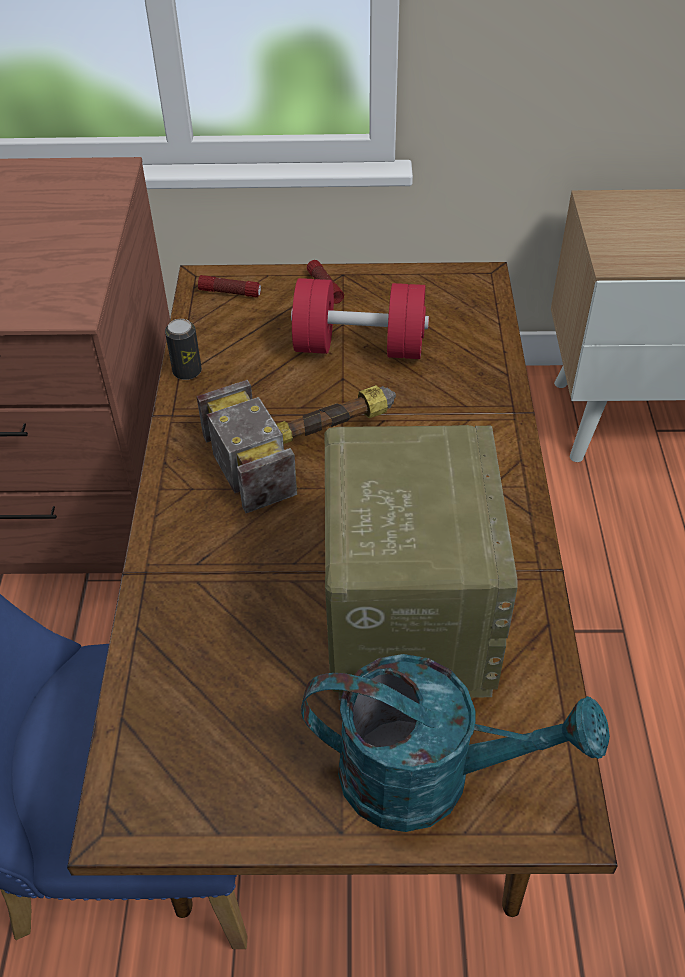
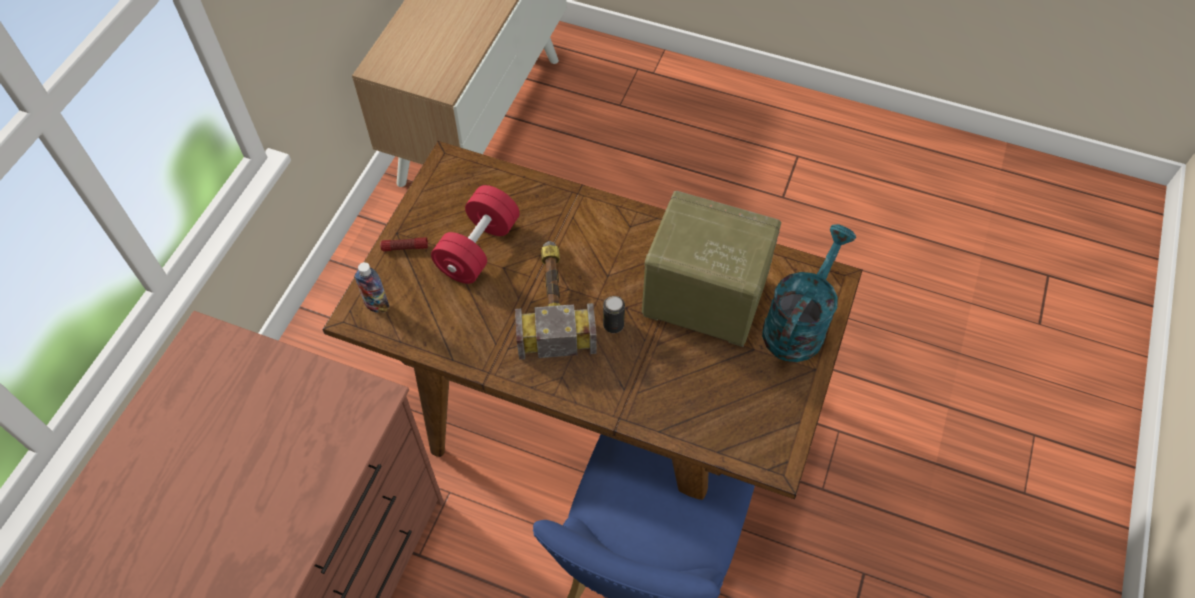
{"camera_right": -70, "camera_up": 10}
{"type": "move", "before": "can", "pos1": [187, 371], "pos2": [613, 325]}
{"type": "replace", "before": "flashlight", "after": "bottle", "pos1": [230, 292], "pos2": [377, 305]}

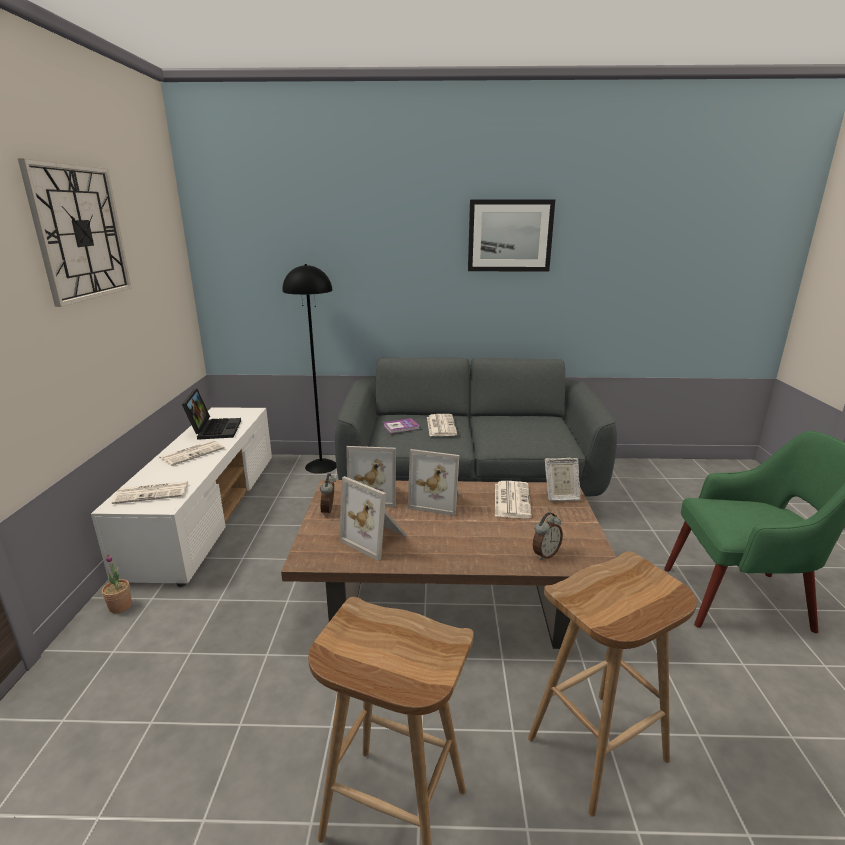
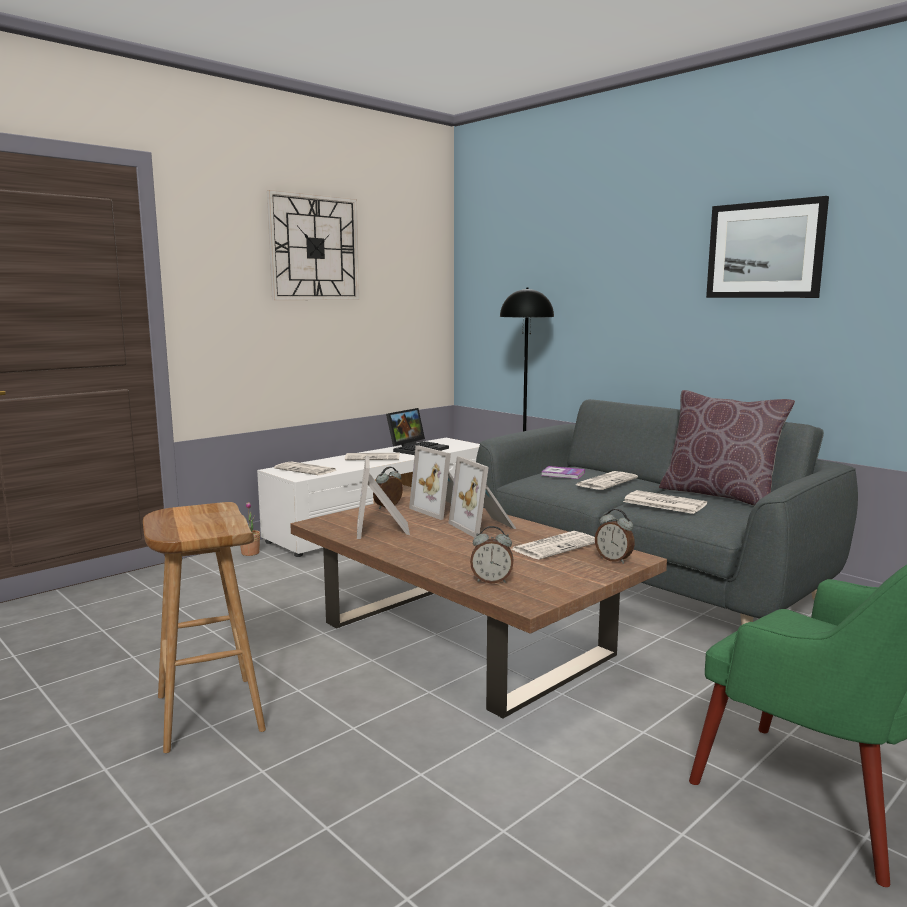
{"camera_right": 45, "camera_up": -10}
{"type": "delete", "before": "brown_stool", "pos1": [597, 751]}
{"type": "replace", "before": "picture_frame", "after": "alarm_clock", "pos1": [560, 497], "pos2": [614, 559]}
{"type": "insert", "after": "newspaper", "pos2": [663, 503]}
{"type": "insert", "after": "brown_pillow", "pos2": [719, 495]}

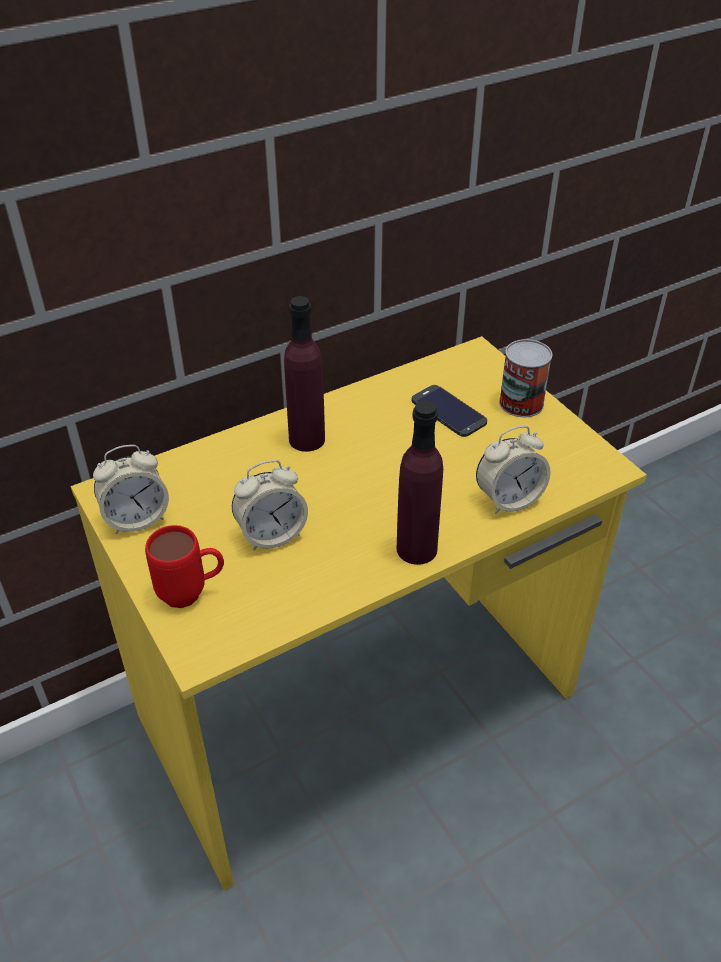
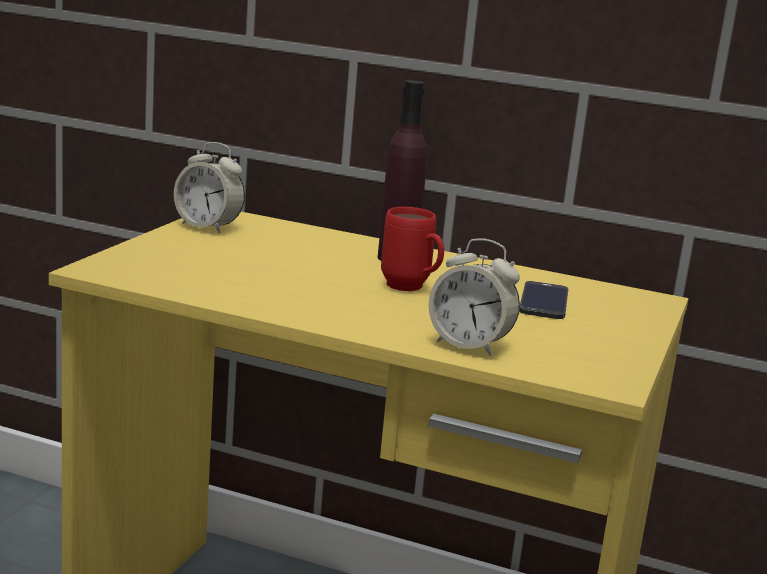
{"camera_right": 50, "camera_up": -25}
{"type": "move", "before": "red_mug", "pos1": [192, 594], "pos2": [411, 289]}
{"type": "delete", "before": "alarm_clock", "pos1": [271, 534]}
{"type": "delete", "before": "purple_bottle", "pos1": [416, 549]}
{"type": "delete", "before": "can", "pos1": [521, 403]}

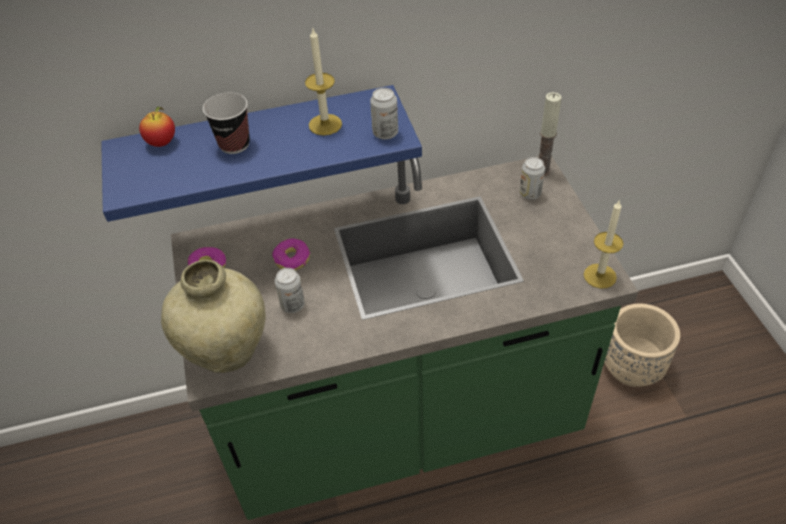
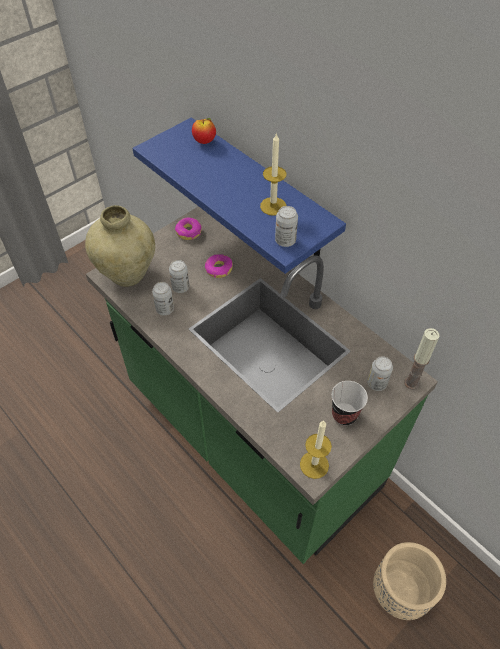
{"camera_right": 60, "camera_up": 5}
{"type": "move", "before": "cup", "pos1": [234, 144], "pos2": [344, 415]}
{"type": "insert", "after": "can", "pos2": [165, 309]}

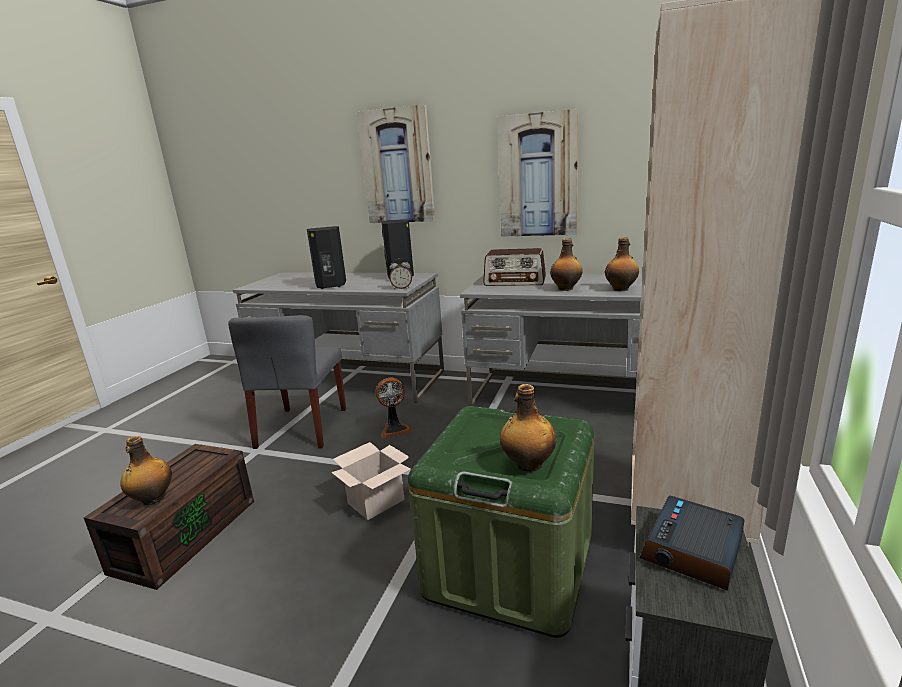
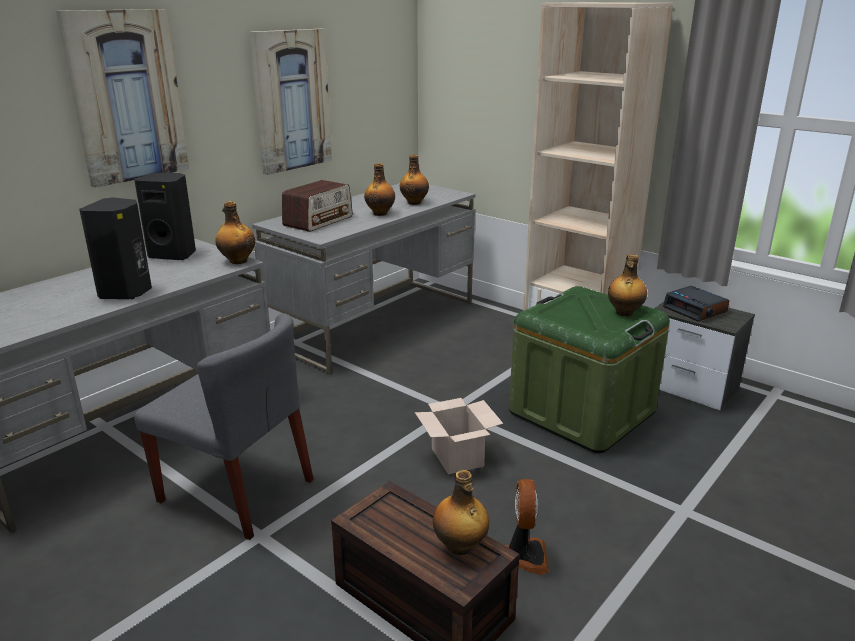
{"camera_right": -70, "camera_up": 5}
{"type": "move", "before": "fan", "pos1": [395, 429], "pos2": [525, 556]}
{"type": "replace", "before": "alarm_clock", "after": "bottle", "pos1": [402, 288], "pos2": [237, 261]}

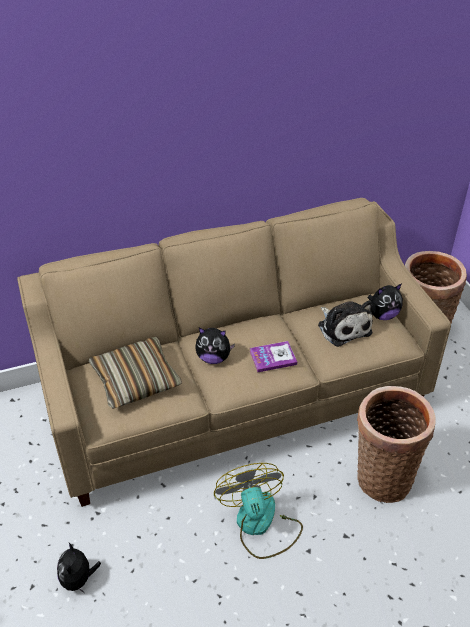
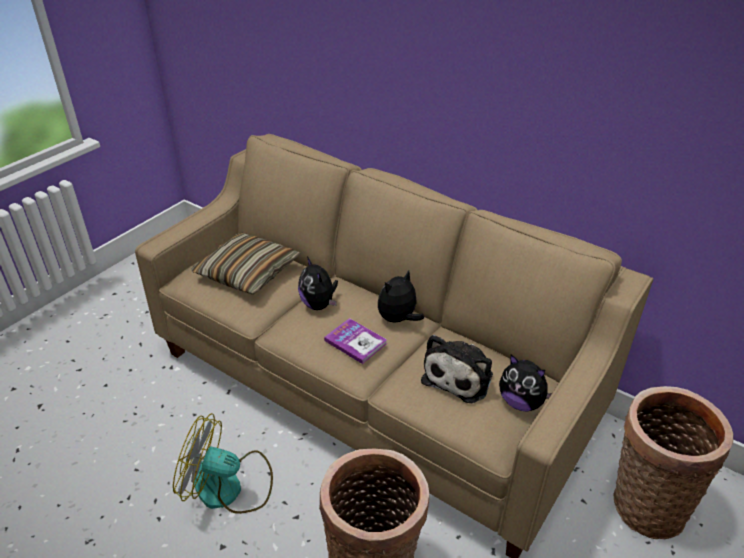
{"camera_right": 55, "camera_up": -5}
{"type": "move", "before": "plush_toy", "pos1": [78, 579], "pos2": [398, 319]}
{"type": "rotate", "before": "fan", "pos1": [260, 525], "pos2": [229, 487], "turn": -120}

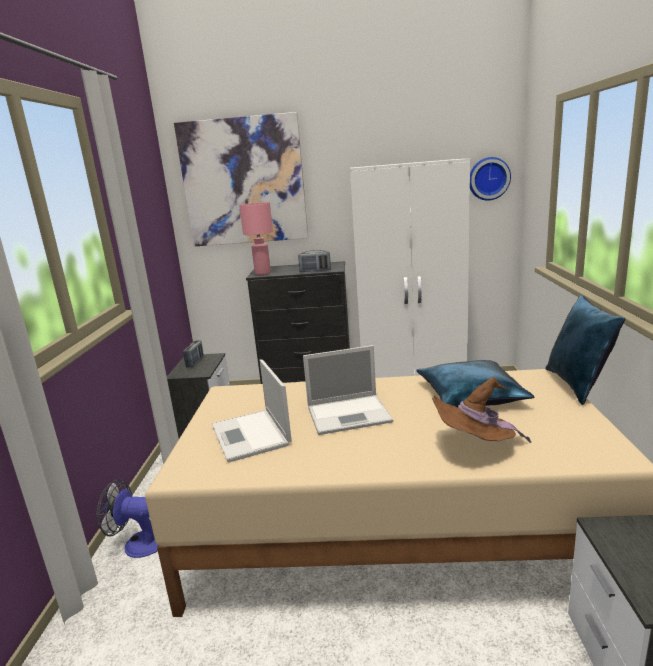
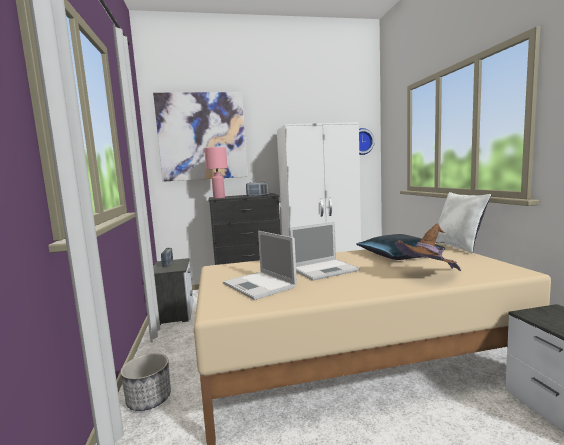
{"camera_right": -15, "camera_up": -10}
{"type": "replace", "before": "fan", "after": "planter", "pos1": [138, 543], "pos2": [149, 399]}
{"type": "recolor", "before": "blue_pillow", "after": "white_pillow", "pos1": [578, 385], "pos2": [459, 247]}

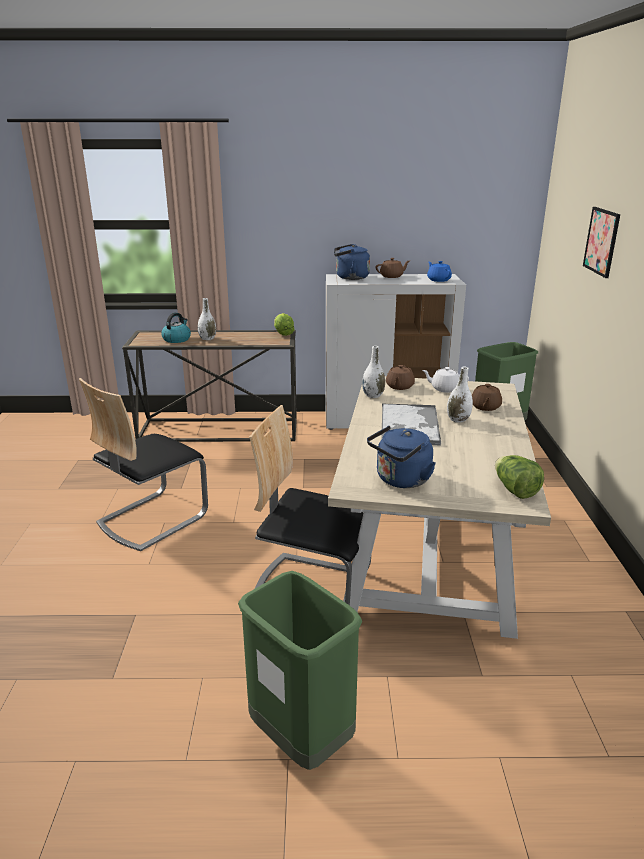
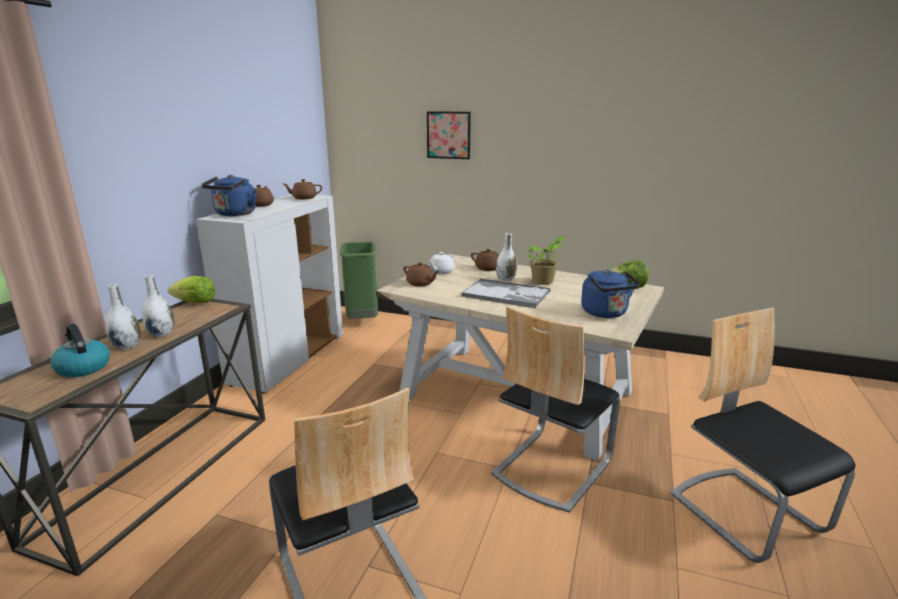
{"camera_right": -70, "camera_up": -5}
{"type": "replace", "before": "green_trash_can", "after": "chair", "pos1": [302, 740], "pos2": [746, 513]}
{"type": "move", "before": "white_vase", "pos1": [373, 395], "pos2": [161, 334]}
{"type": "recolor", "before": "blue_teapot", "after": "brown_teapot", "pos1": [438, 280], "pos2": [304, 198]}
{"type": "insert", "after": "potted_plant", "pos2": [543, 282]}

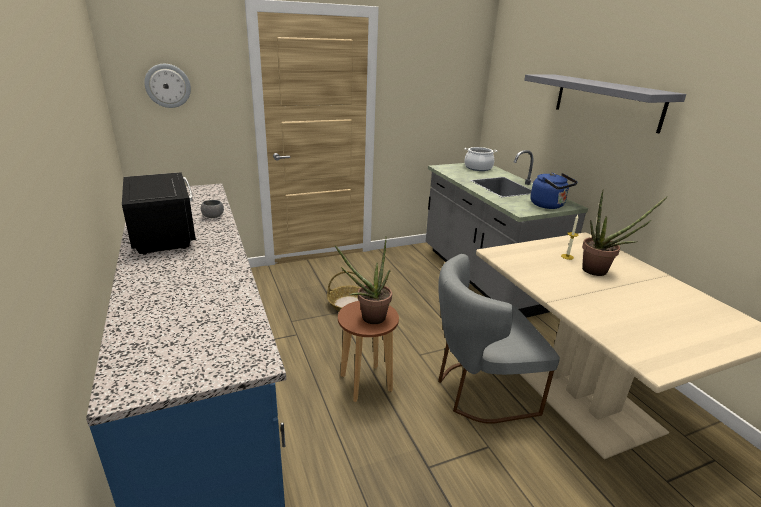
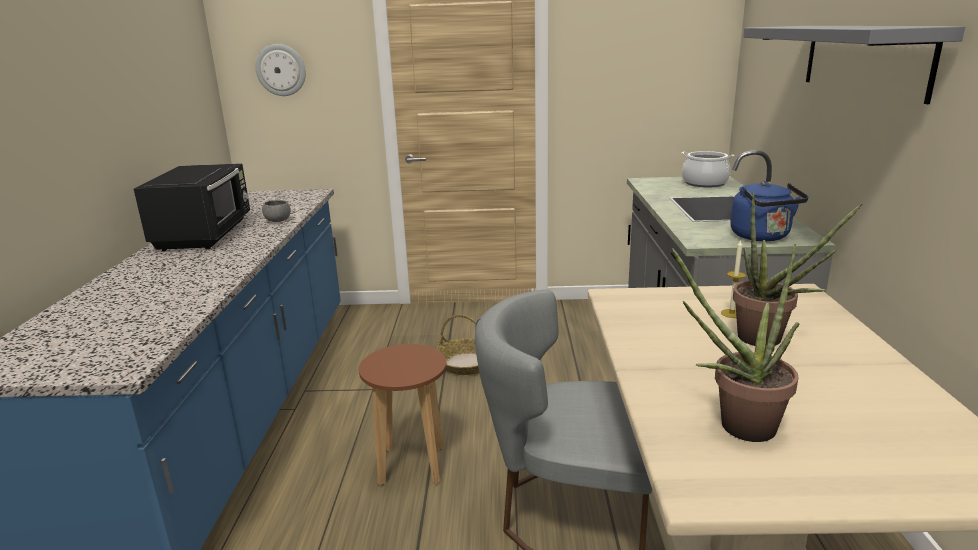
{"camera_right": 25, "camera_up": -5}
{"type": "move", "before": "potted_plant", "pos1": [368, 318], "pos2": [736, 427]}

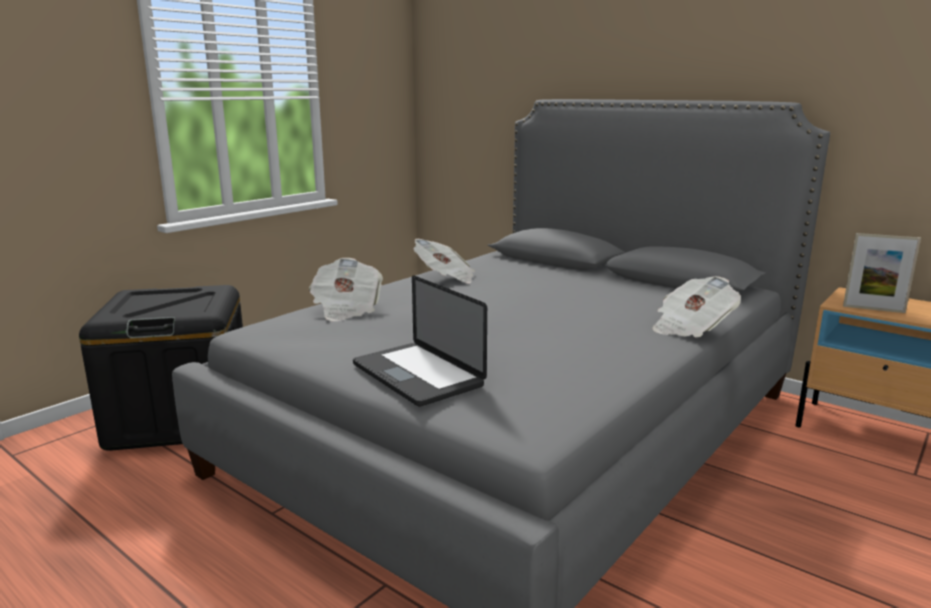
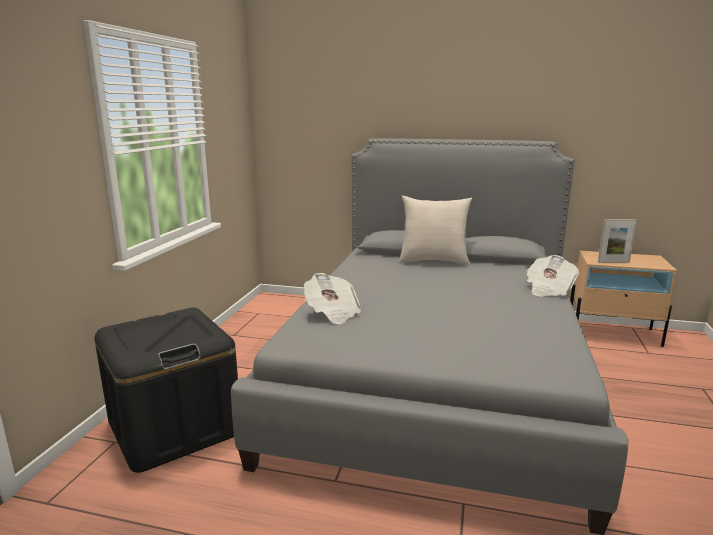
{"camera_right": -25, "camera_up": 0}
{"type": "delete", "before": "laptop", "pos1": [417, 375]}
{"type": "delete", "before": "newspaper", "pos1": [445, 277]}
{"type": "insert", "after": "beige_pillow", "pos2": [433, 261]}

